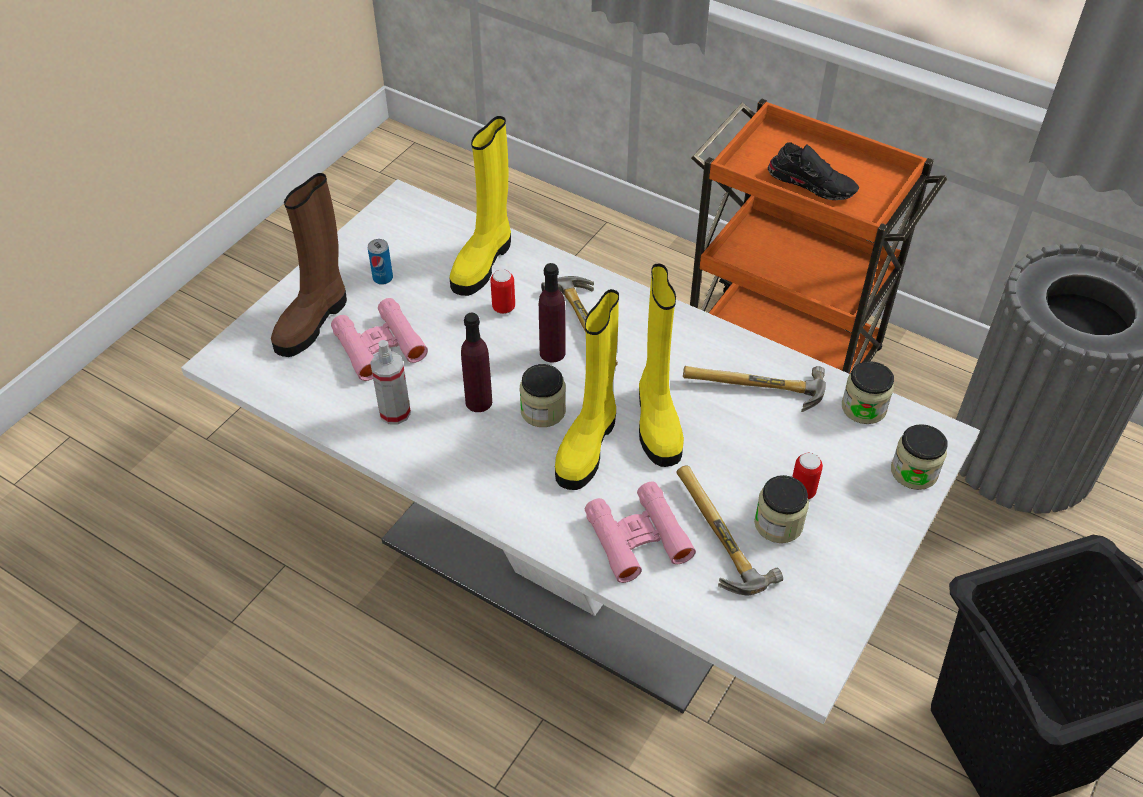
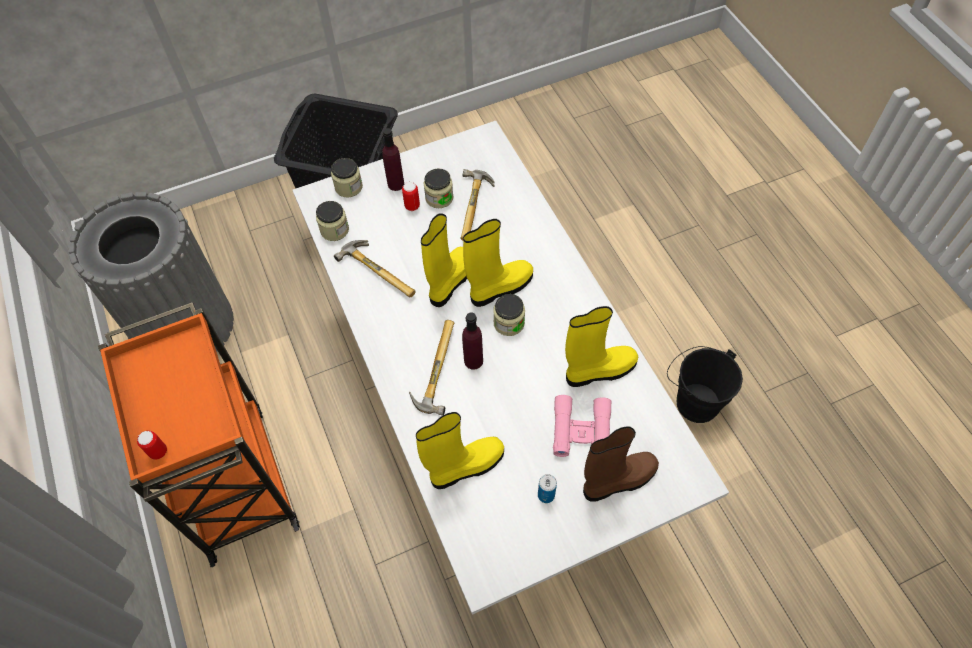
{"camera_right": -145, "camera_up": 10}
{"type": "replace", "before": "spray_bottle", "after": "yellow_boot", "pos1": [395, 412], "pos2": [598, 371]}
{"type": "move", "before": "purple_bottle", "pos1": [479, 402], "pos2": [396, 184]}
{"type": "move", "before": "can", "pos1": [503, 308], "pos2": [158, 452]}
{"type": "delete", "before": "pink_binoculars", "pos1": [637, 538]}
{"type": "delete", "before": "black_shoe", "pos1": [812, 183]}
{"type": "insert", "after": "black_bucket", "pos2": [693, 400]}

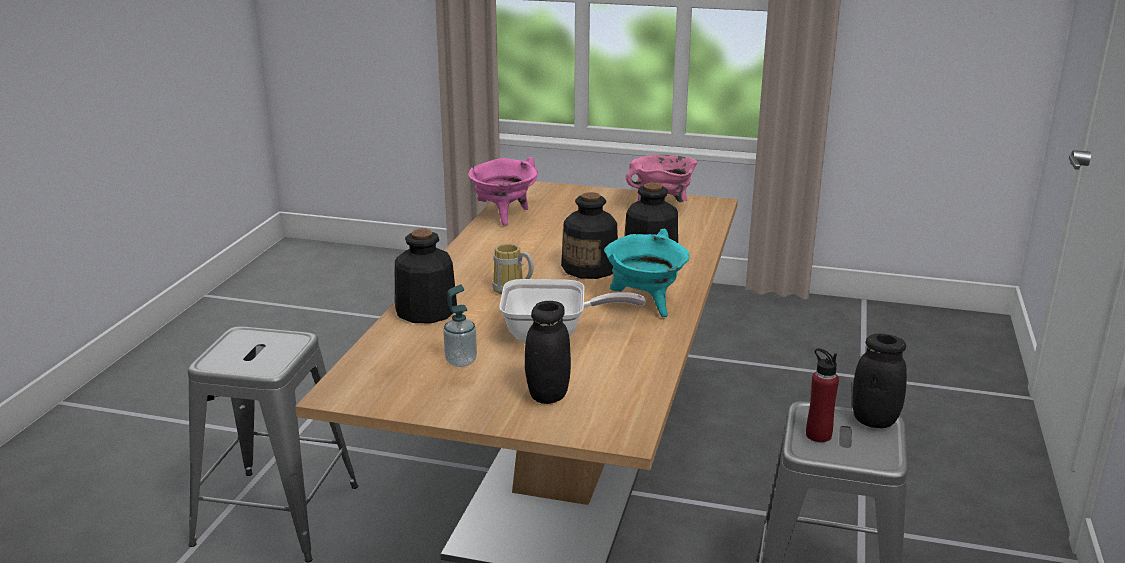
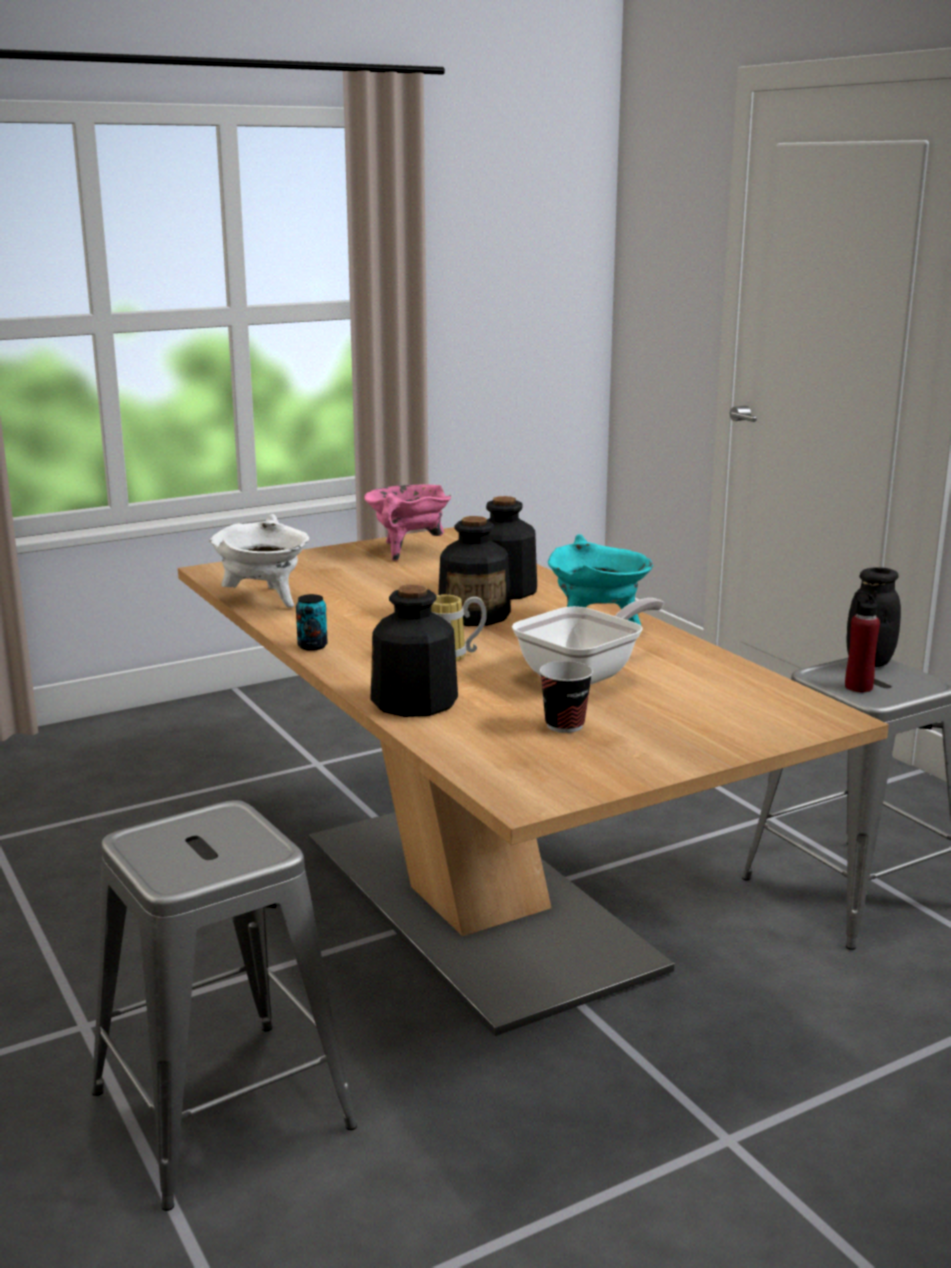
{"camera_right": -45, "camera_up": -5}
{"type": "replace", "before": "soap_dispenser", "after": "cup", "pos1": [461, 361], "pos2": [564, 725]}
{"type": "recolor", "before": "pink_cooking_pot", "after": "white_cooking_pot", "pos1": [503, 216], "pos2": [264, 600]}
{"type": "delete", "before": "black_jar", "pos1": [547, 395]}
{"type": "insert", "after": "can", "pos2": [312, 646]}

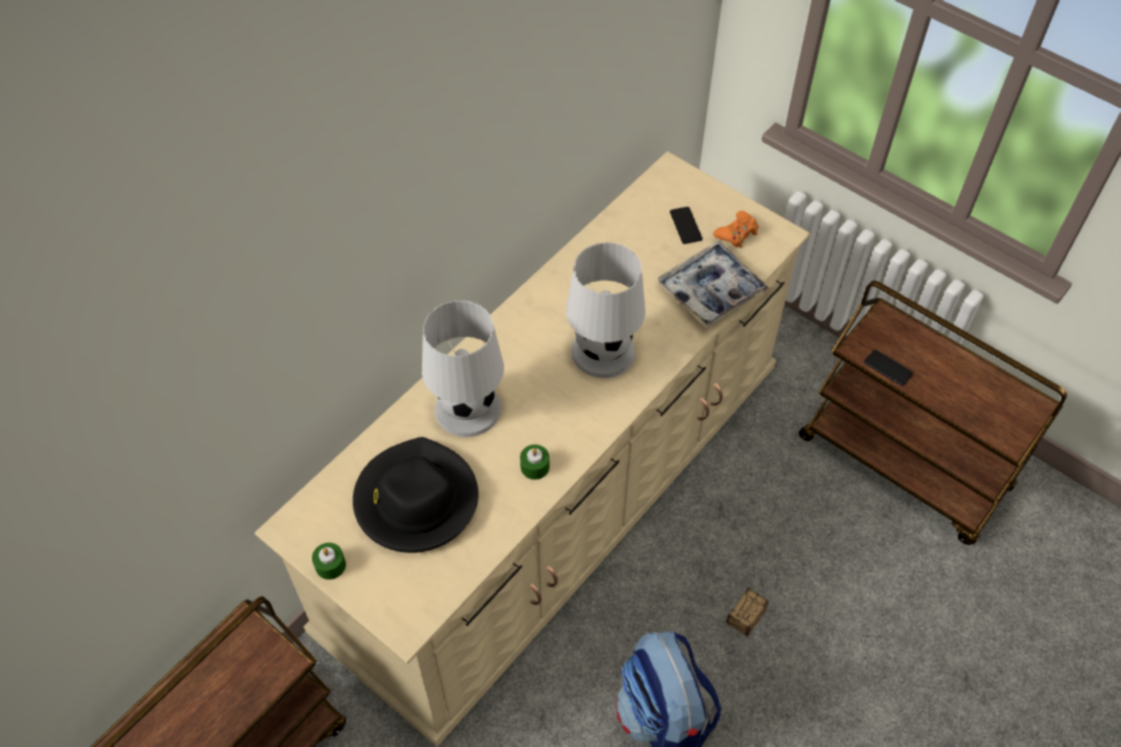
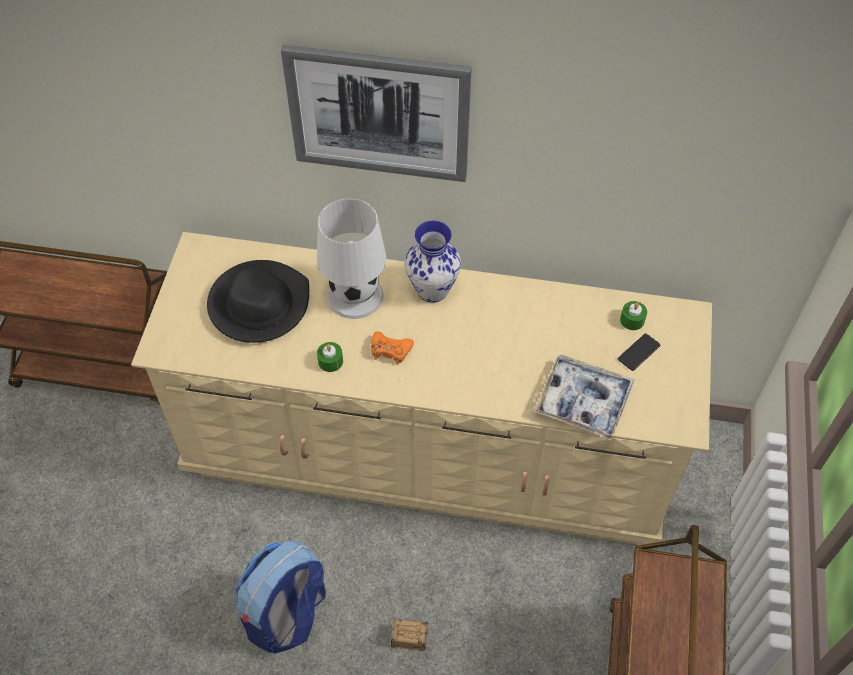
{"camera_right": 60, "camera_up": 0}
{"type": "move", "before": "green_candle", "pos1": [330, 565], "pos2": [632, 320]}
{"type": "delete", "before": "white_table_lamp", "pos1": [604, 351]}
{"type": "move", "before": "orange_game_controller", "pos1": [737, 233], "pos2": [390, 350]}
{"type": "delete", "before": "phone", "pos1": [887, 368]}
{"type": "insert", "after": "picture", "pos2": [379, 113]}
{"type": "insert", "after": "vase", "pos2": [432, 290]}

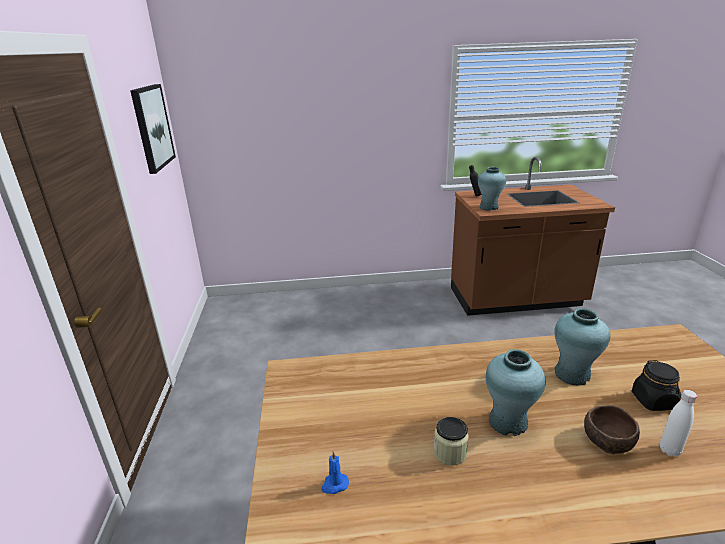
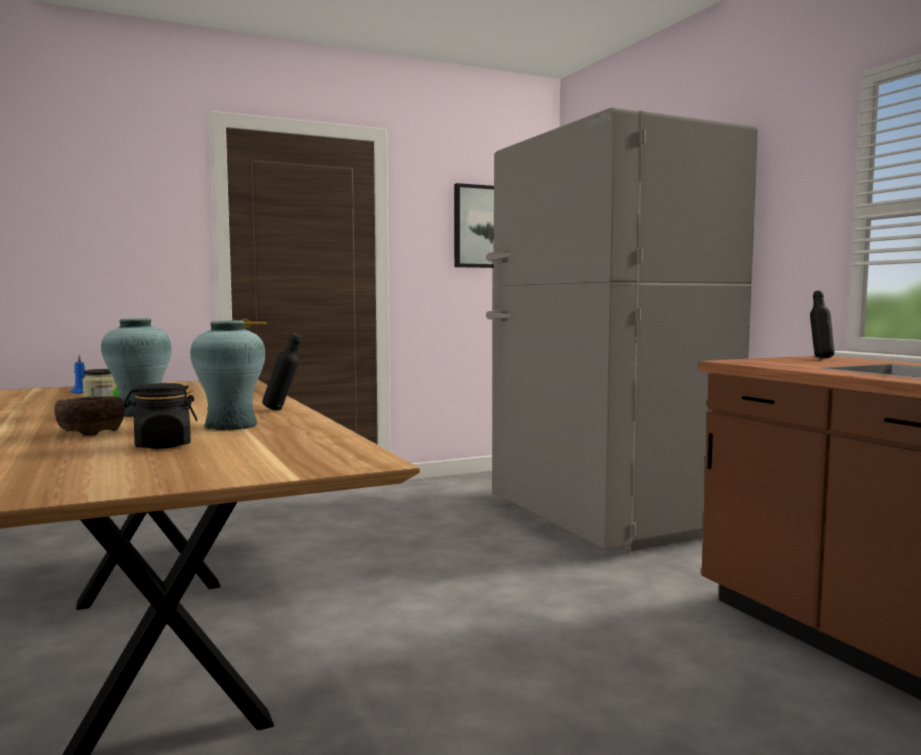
{"camera_right": 70, "camera_up": -20}
{"type": "delete", "before": "turquoise_vase", "pos1": [489, 207]}
{"type": "delete", "before": "white_bottle", "pos1": [669, 450]}
{"type": "insert", "after": "black_bottle", "pos2": [282, 410]}
{"type": "insert", "after": "grey_fridge", "pos2": [605, 518]}

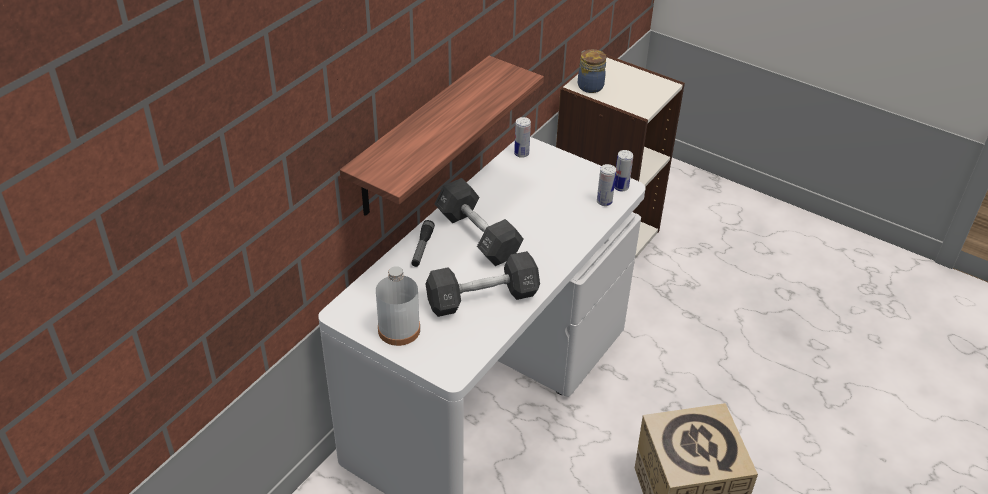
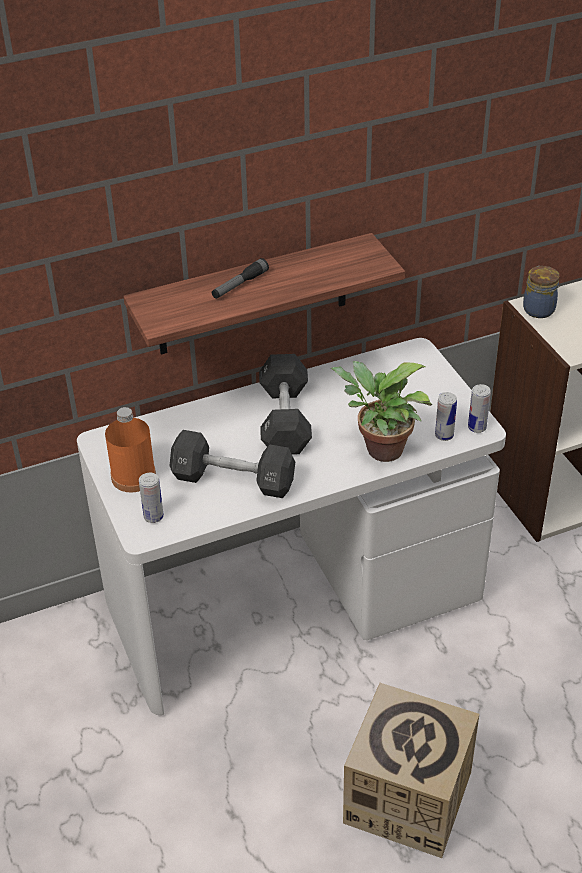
{"camera_right": 35, "camera_up": 0}
{"type": "recolor", "before": "white_bottle", "after": "orange_bottle", "pos1": [399, 330], "pos2": [133, 476]}
{"type": "move", "before": "flashlight", "pos1": [422, 248], "pos2": [239, 285]}
{"type": "move", "before": "can", "pos1": [521, 154], "pos2": [153, 517]}
{"type": "insert", "after": "potted_plant", "pos2": [379, 450]}

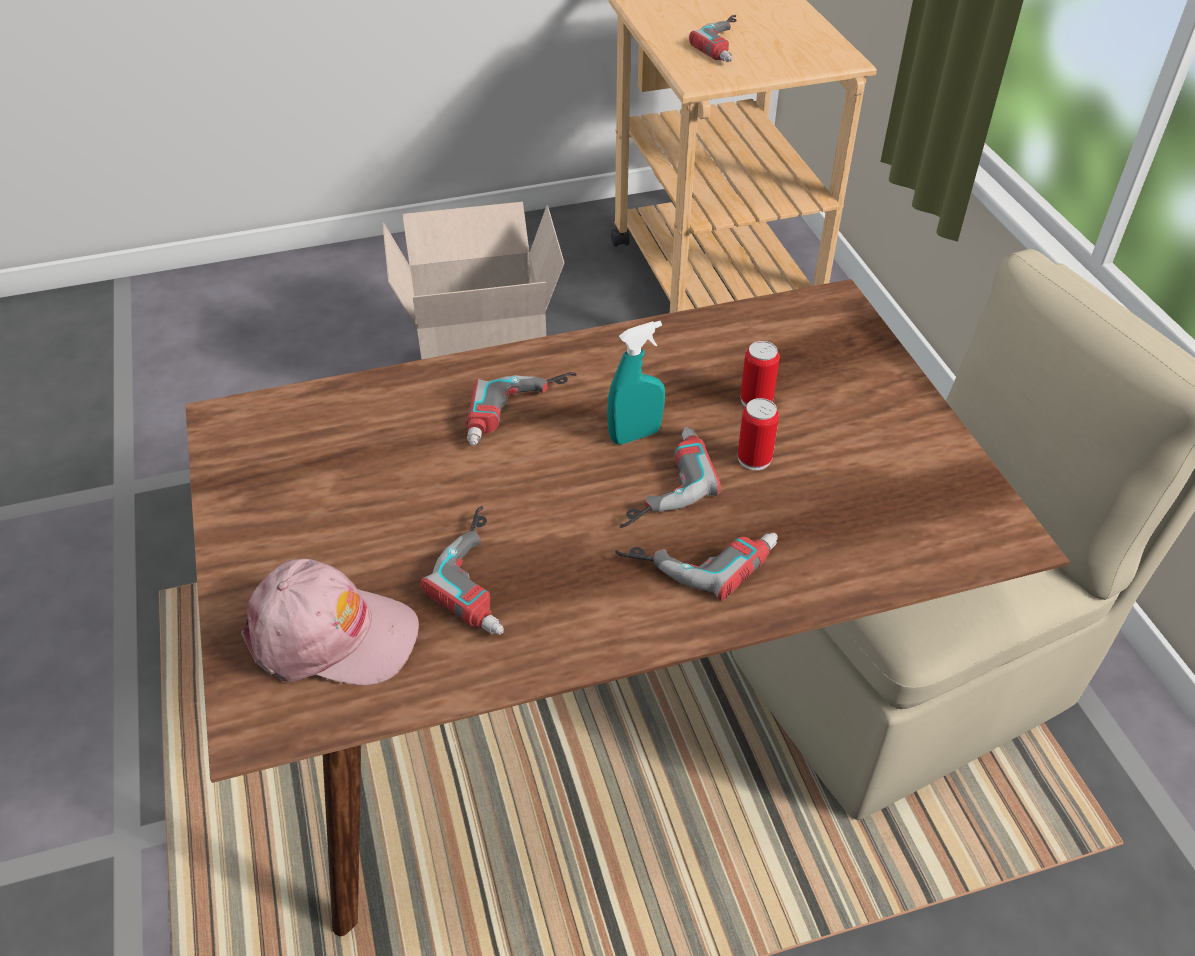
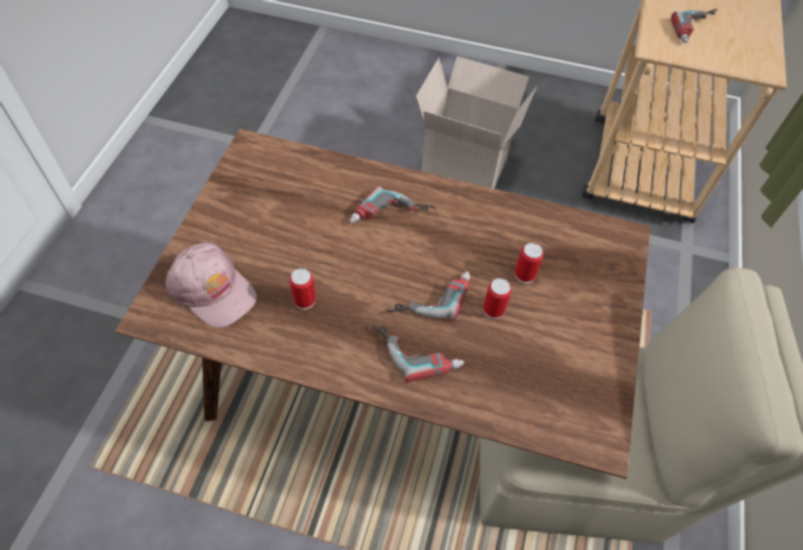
{"camera_right": 30, "camera_up": 10}
{"type": "replace", "before": "power_drill", "after": "can", "pos1": [488, 577], "pos2": [304, 300]}
{"type": "delete", "before": "turquoise_spray_bottle", "pos1": [635, 435]}

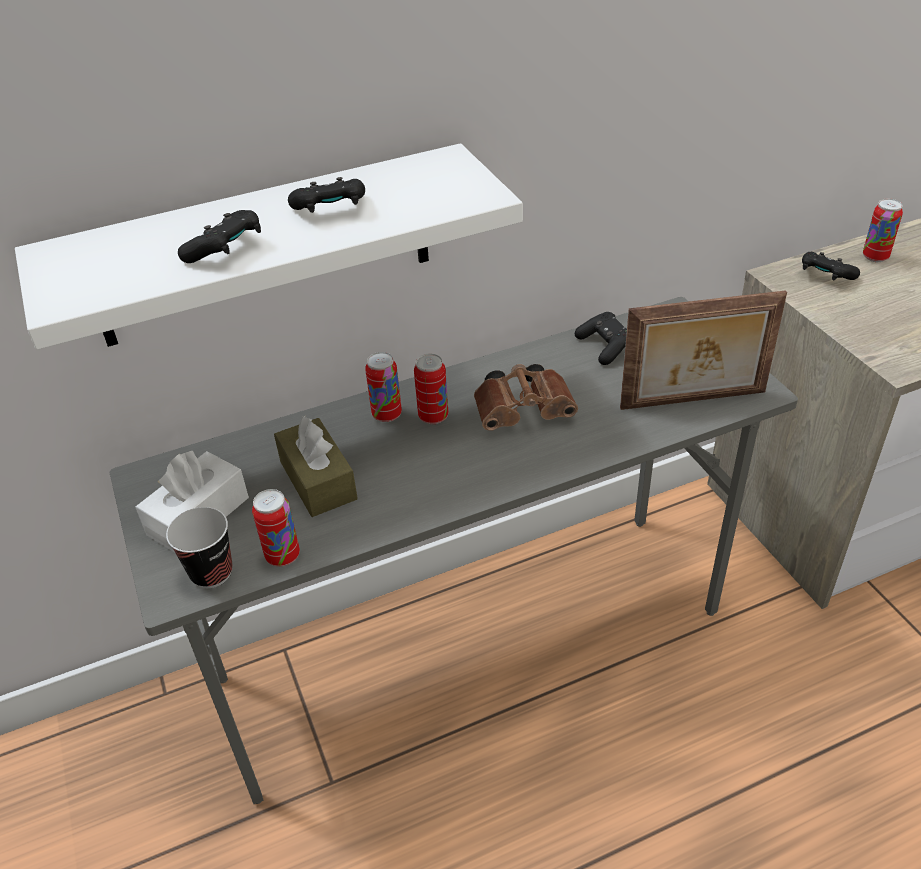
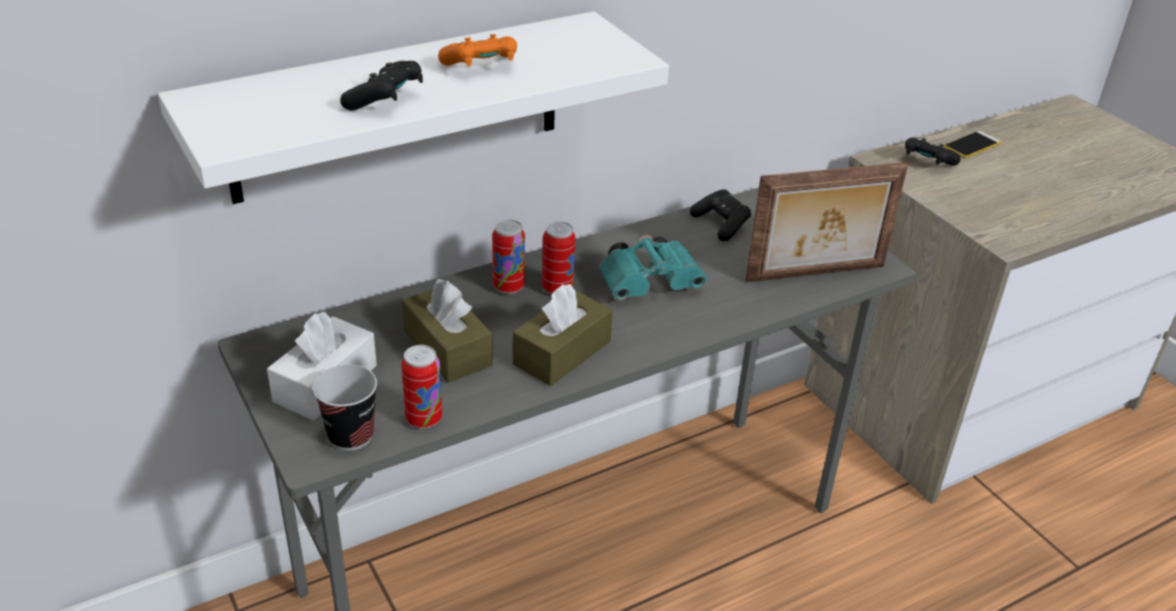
{"camera_right": -10, "camera_up": -5}
{"type": "recolor", "before": "black_game_controller", "after": "orange_game_controller", "pos1": [331, 211], "pos2": [481, 67]}
{"type": "recolor", "before": "brown_binoculars", "after": "turquoise_binoculars", "pos1": [526, 412], "pos2": [651, 284]}
{"type": "replace", "before": "can", "after": "phone", "pos1": [875, 257], "pos2": [972, 145]}
{"type": "insert", "after": "brown_tissue_box", "pos2": [562, 353]}

